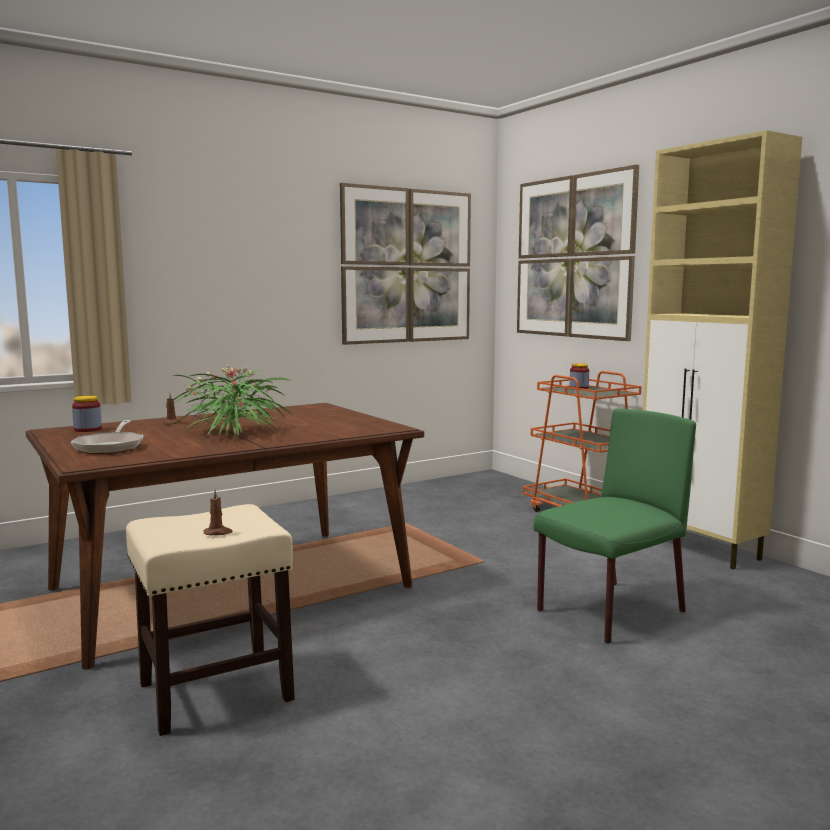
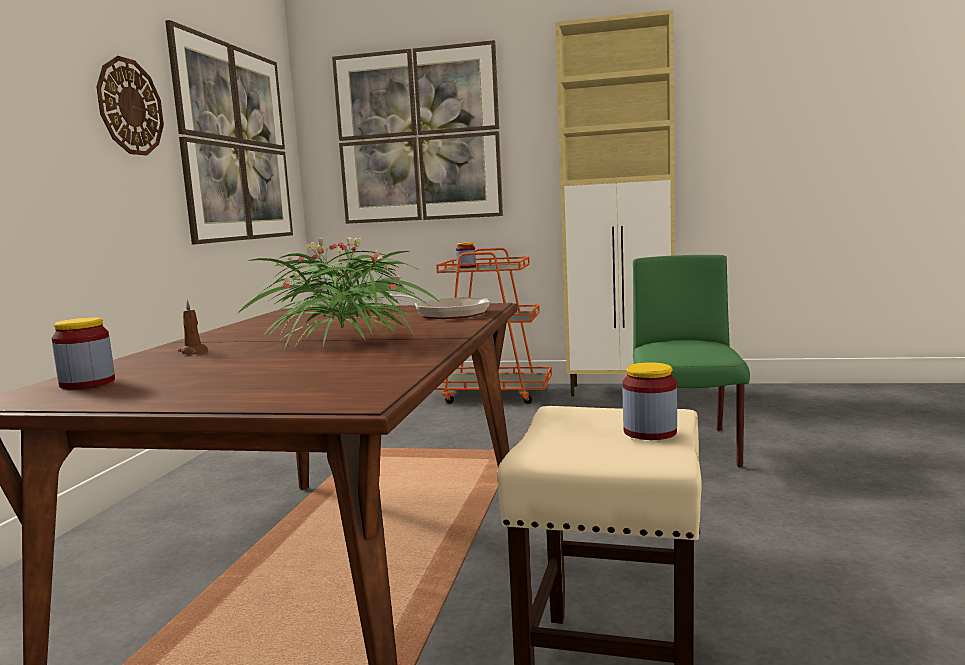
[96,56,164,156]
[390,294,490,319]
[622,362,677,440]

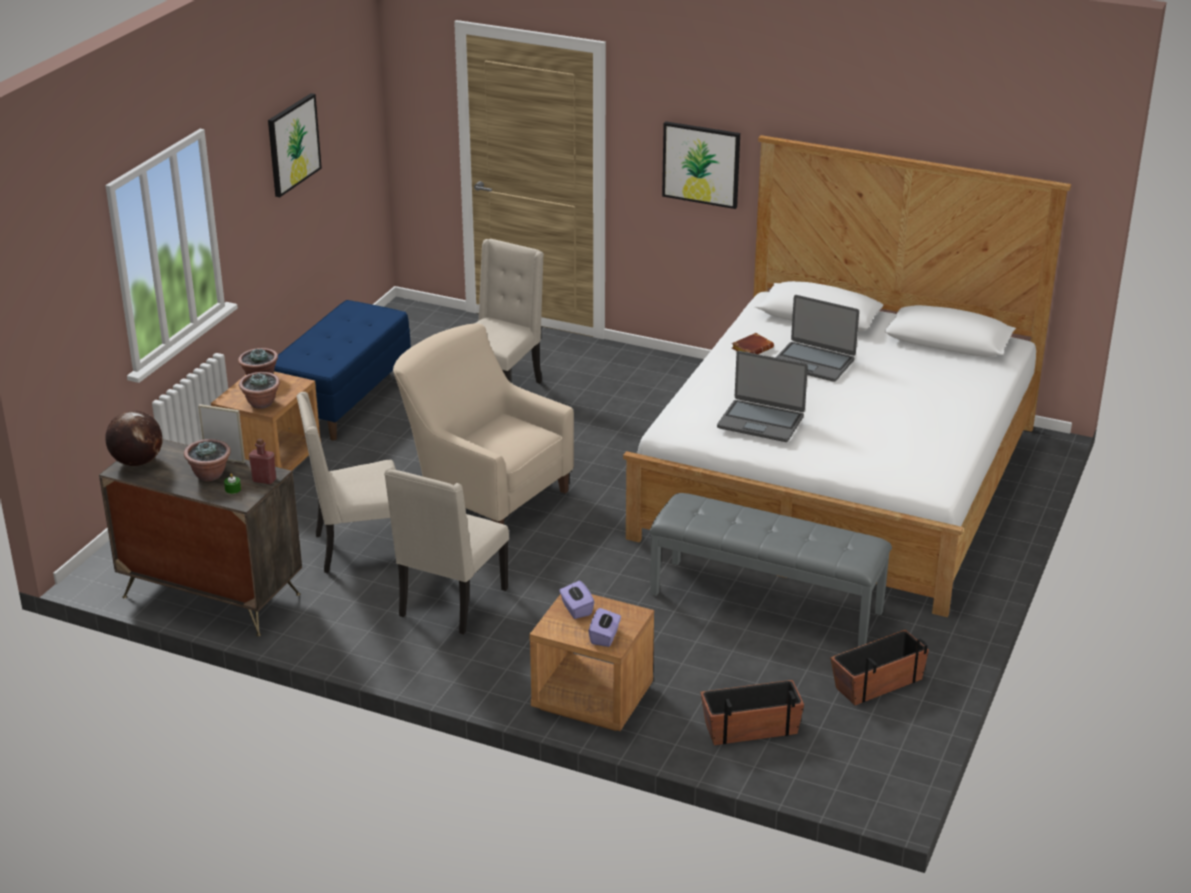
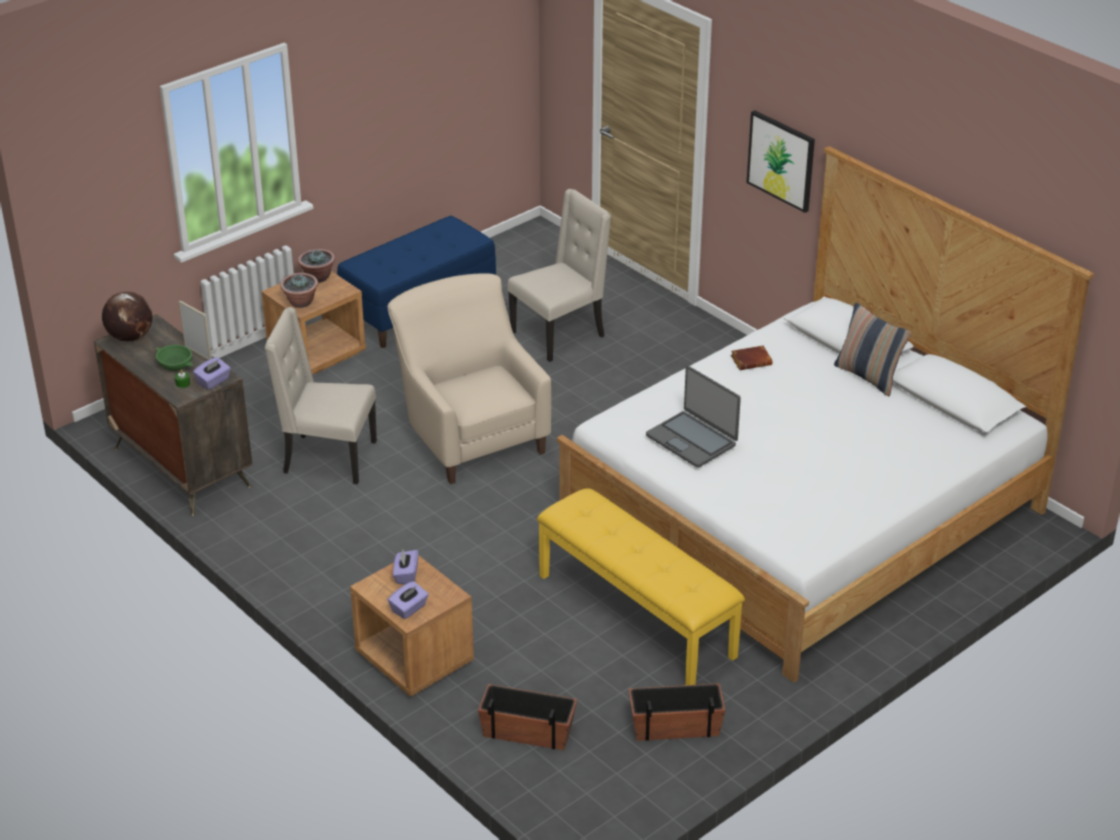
[268,93,322,197] (first image)
[384,466,509,634] (first image)
[775,295,859,382] (first image)
[834,303,911,396]
[155,345,193,371]
[193,357,231,390]
[537,488,745,685]

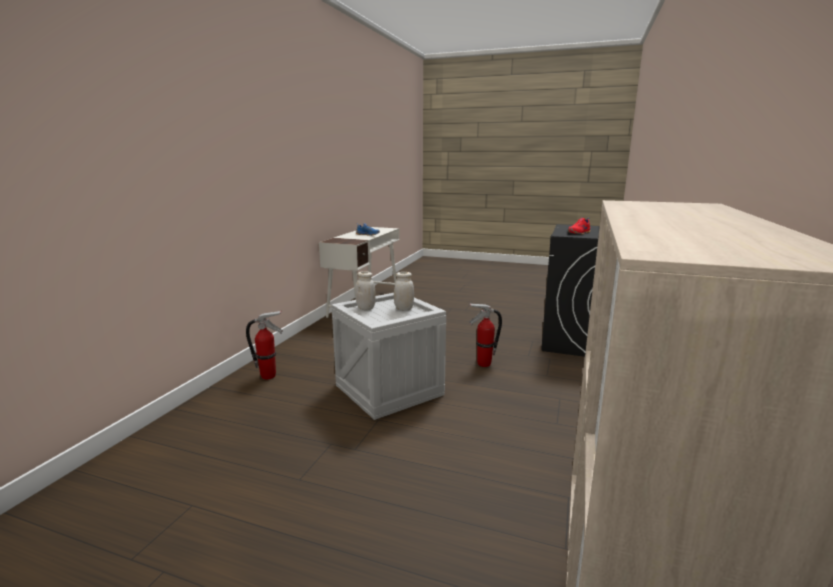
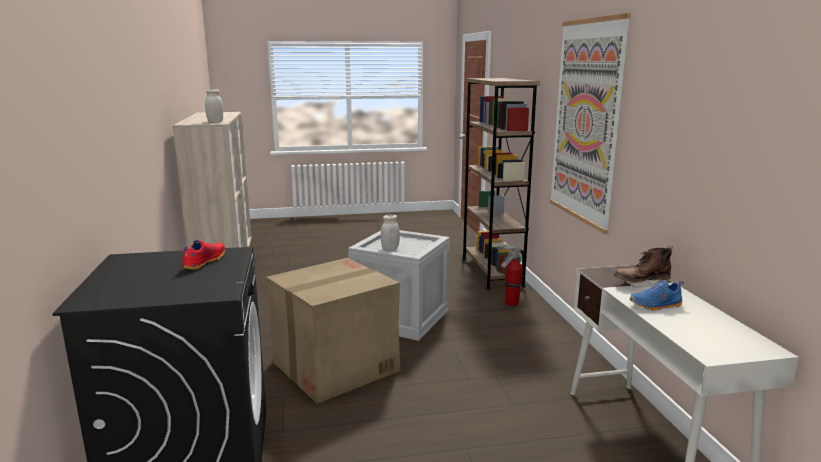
[462,78,540,290]
[550,13,631,234]
[614,246,673,287]
[205,89,223,122]
[266,258,400,404]

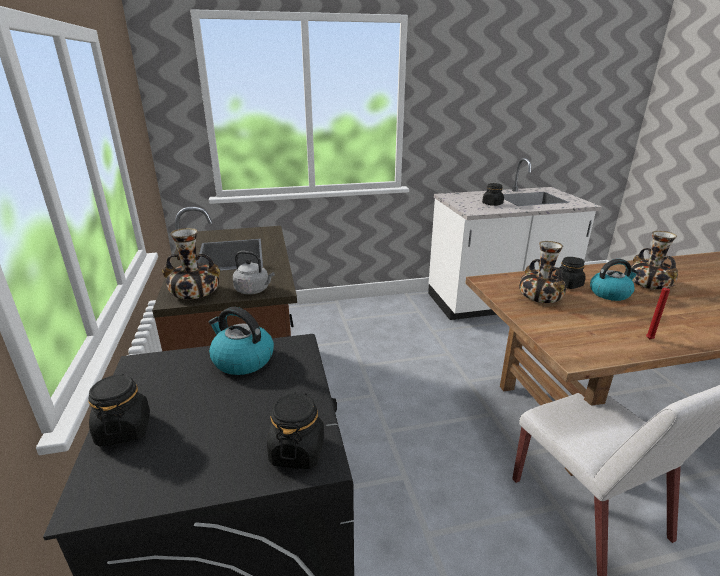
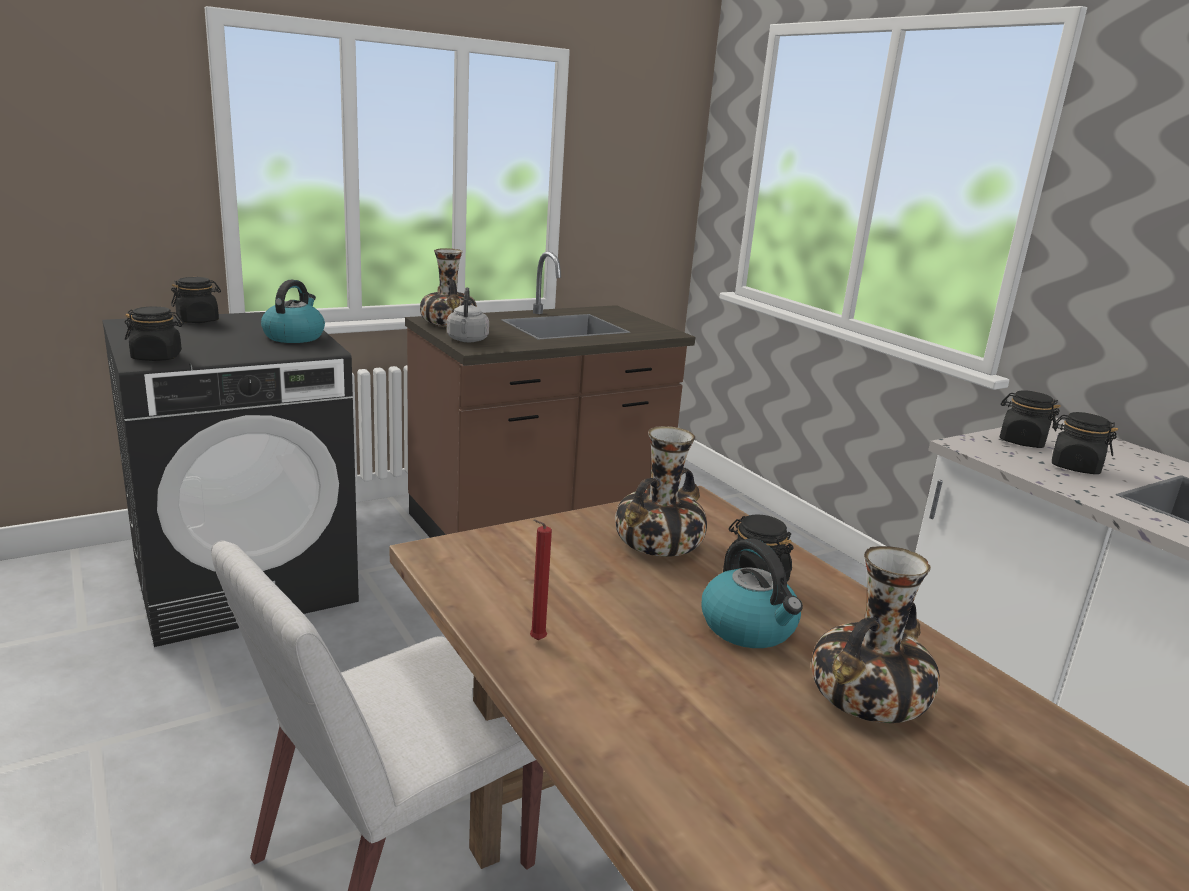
[1000,390,1061,448]

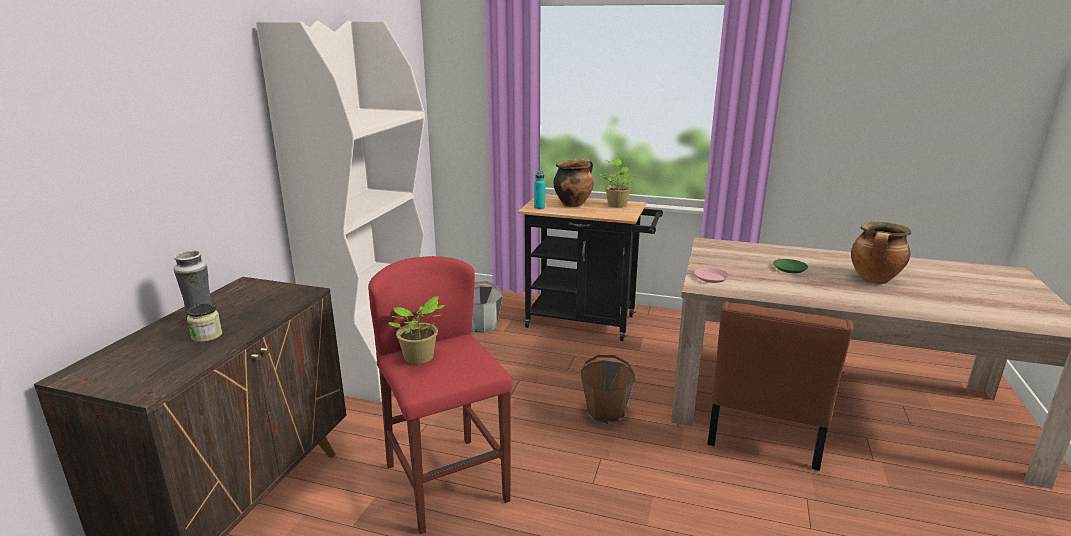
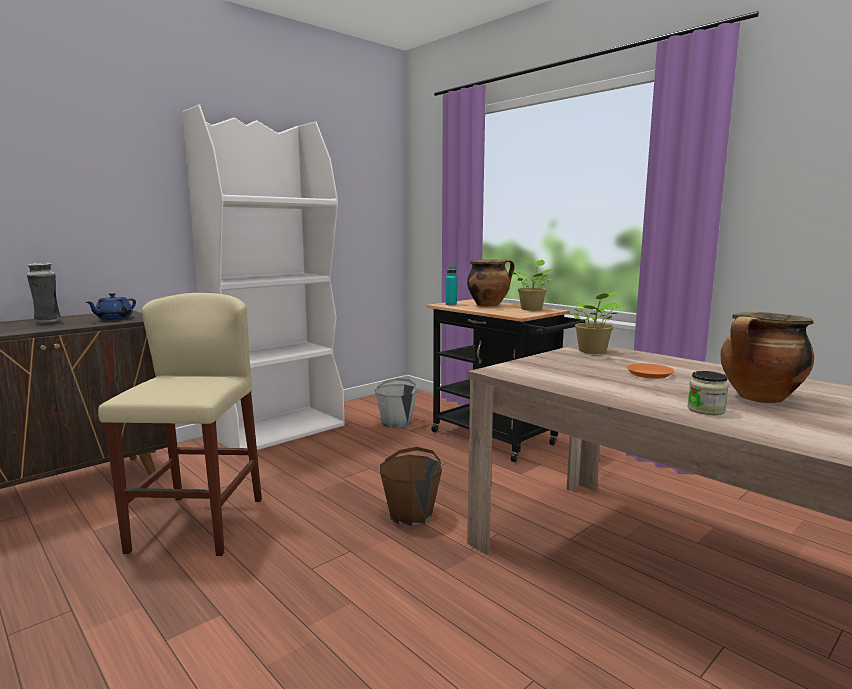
[694,268,729,283] (first image)
[707,301,854,471] (first image)
[86,293,136,320]
[687,371,729,415]
[571,291,622,354]
[98,293,262,556]
[626,363,674,379]

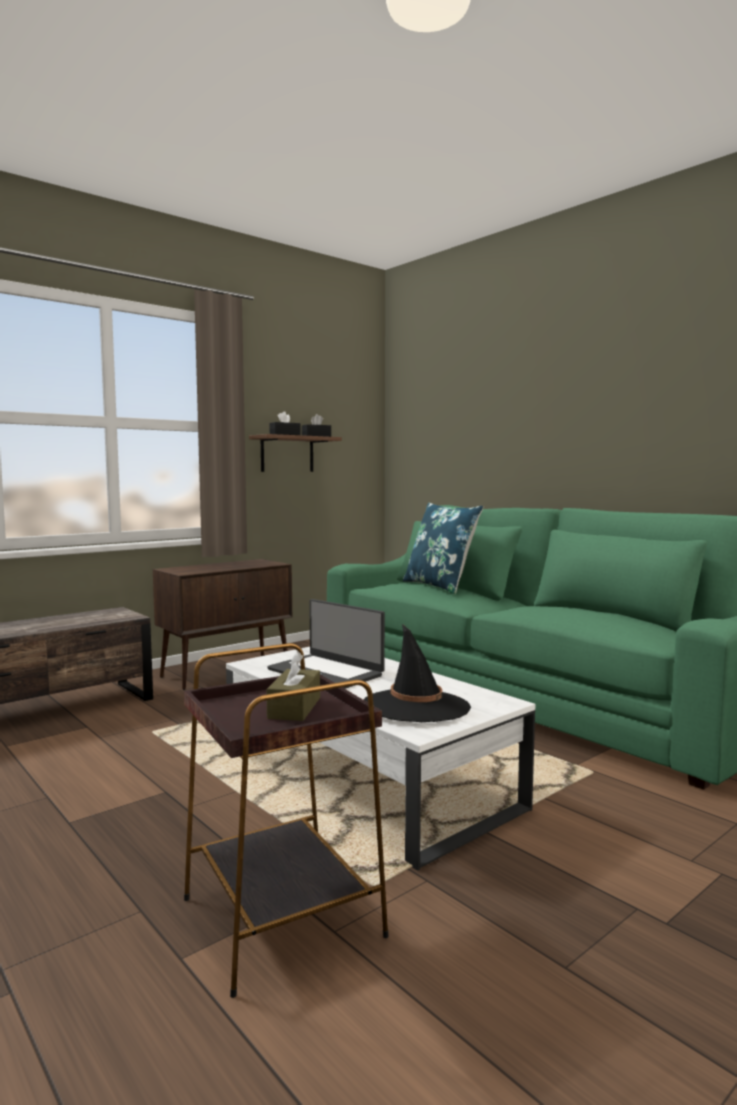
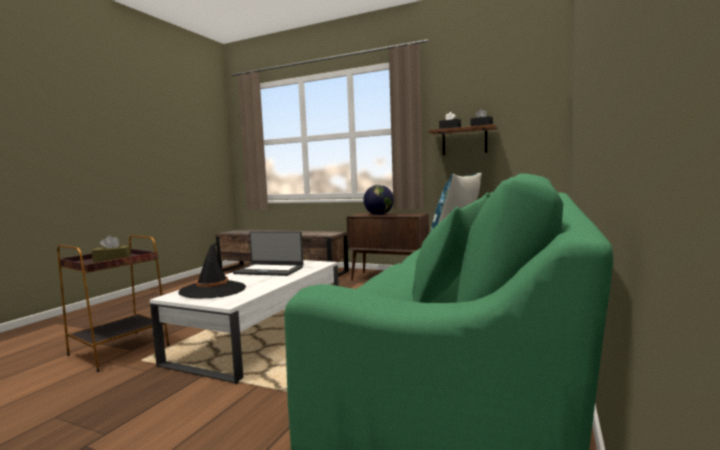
[363,185,394,215]
[233,231,304,276]

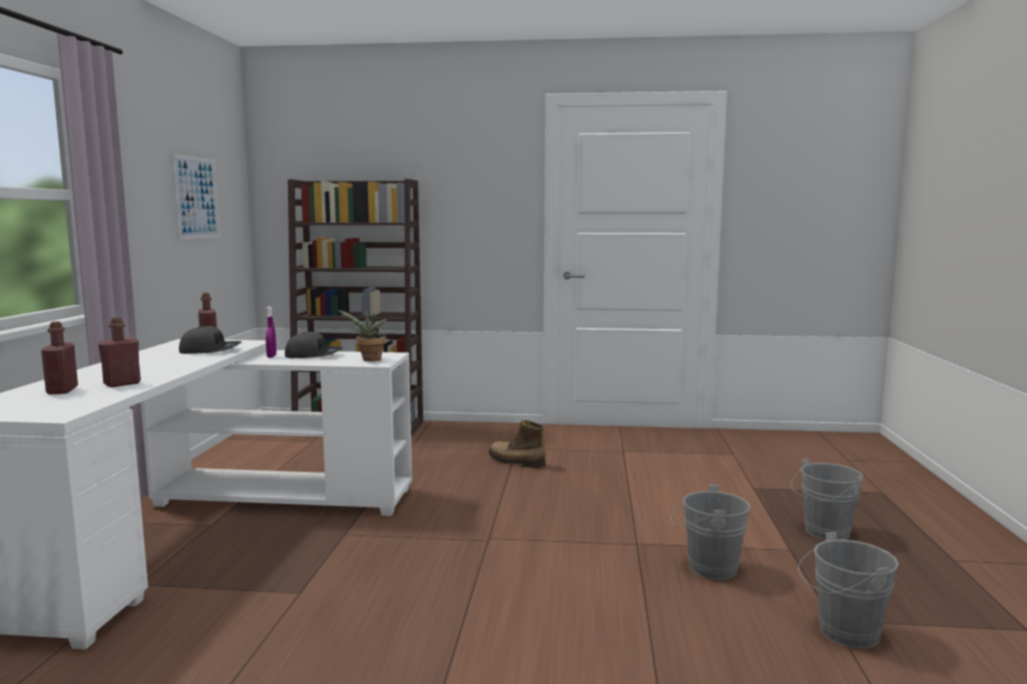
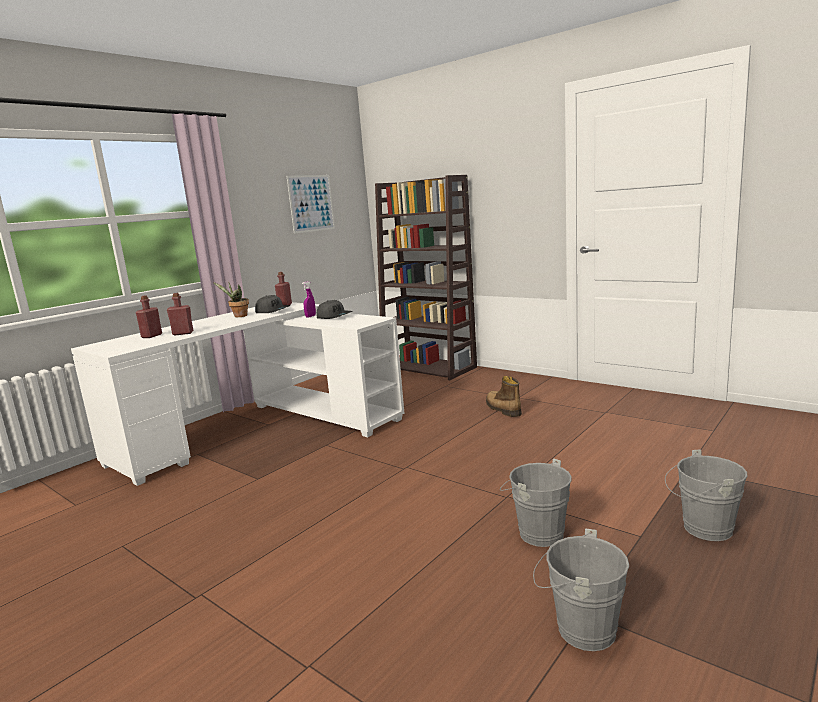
[213,281,249,317]

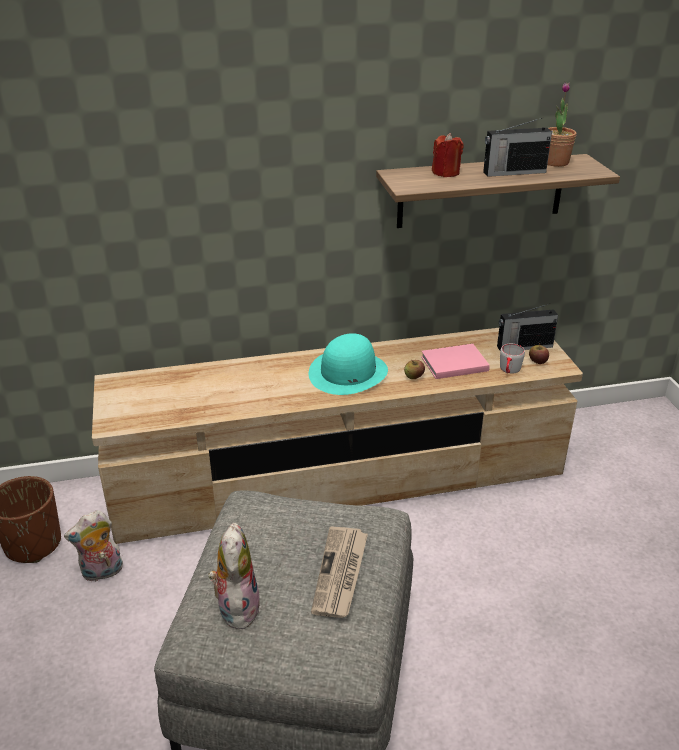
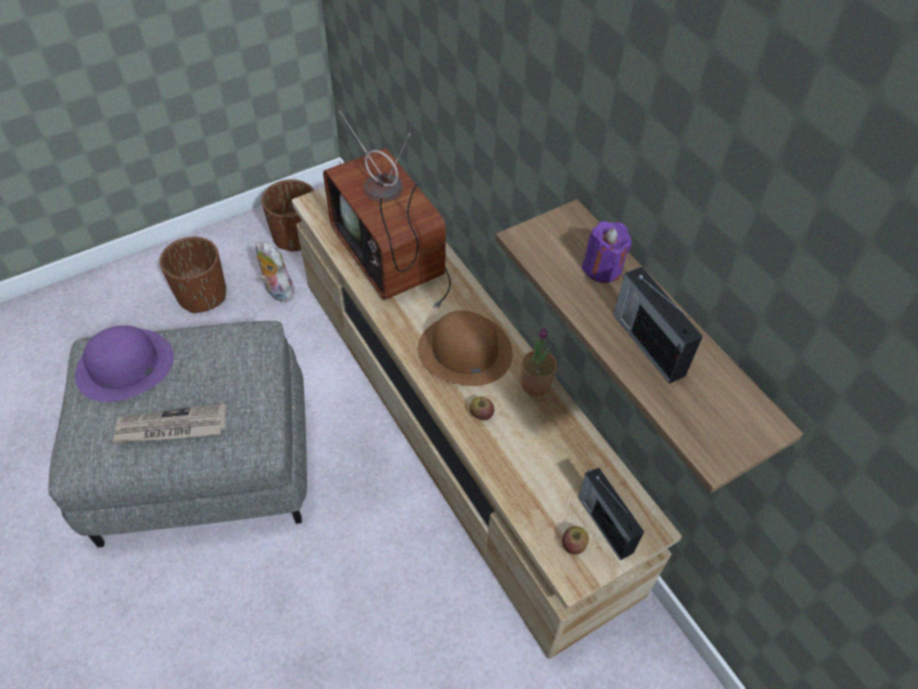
[421,344,490,379] (first image)
[500,344,525,373] (first image)
[160,237,226,313]
[323,111,451,309]
[521,327,557,396]
[75,325,174,402]
[418,310,513,386]
[582,221,632,283]

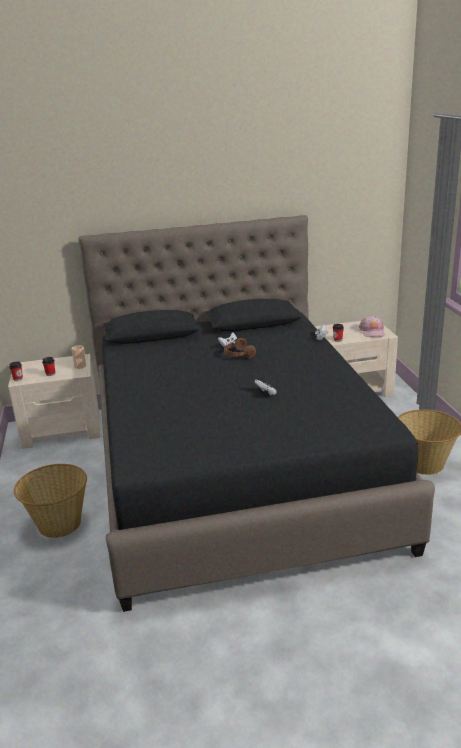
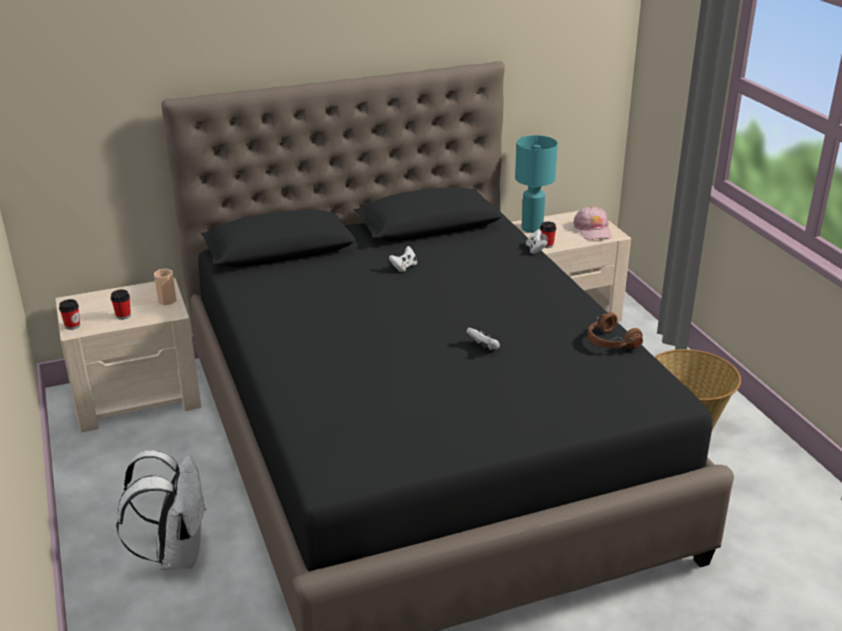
[515,135,558,233]
[588,312,643,349]
[116,450,206,570]

